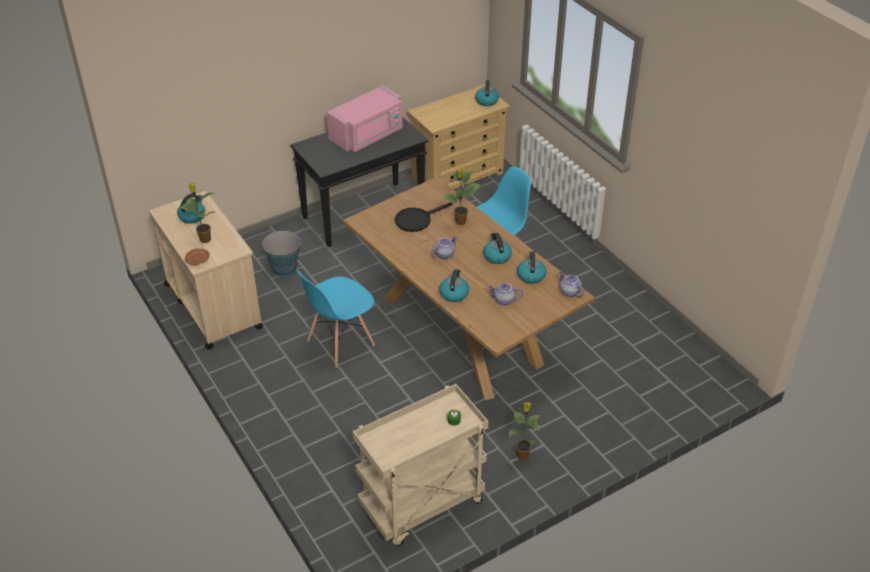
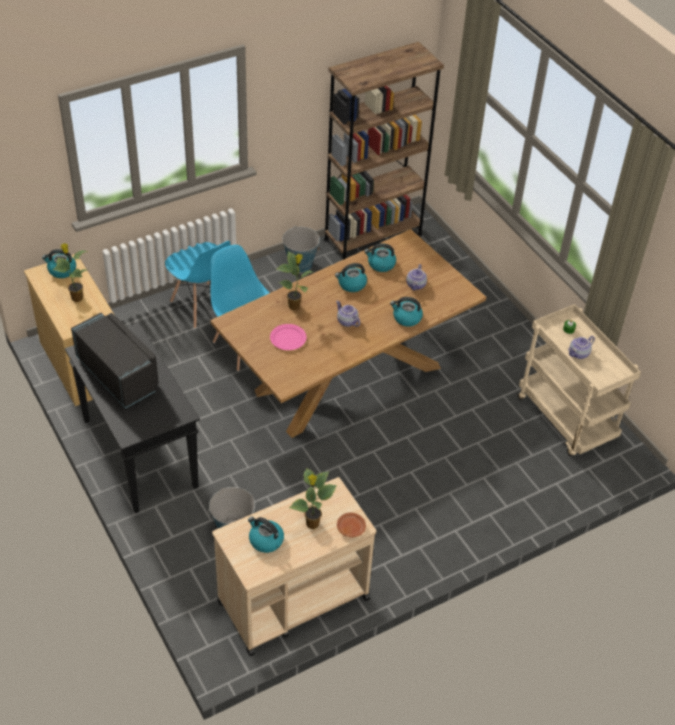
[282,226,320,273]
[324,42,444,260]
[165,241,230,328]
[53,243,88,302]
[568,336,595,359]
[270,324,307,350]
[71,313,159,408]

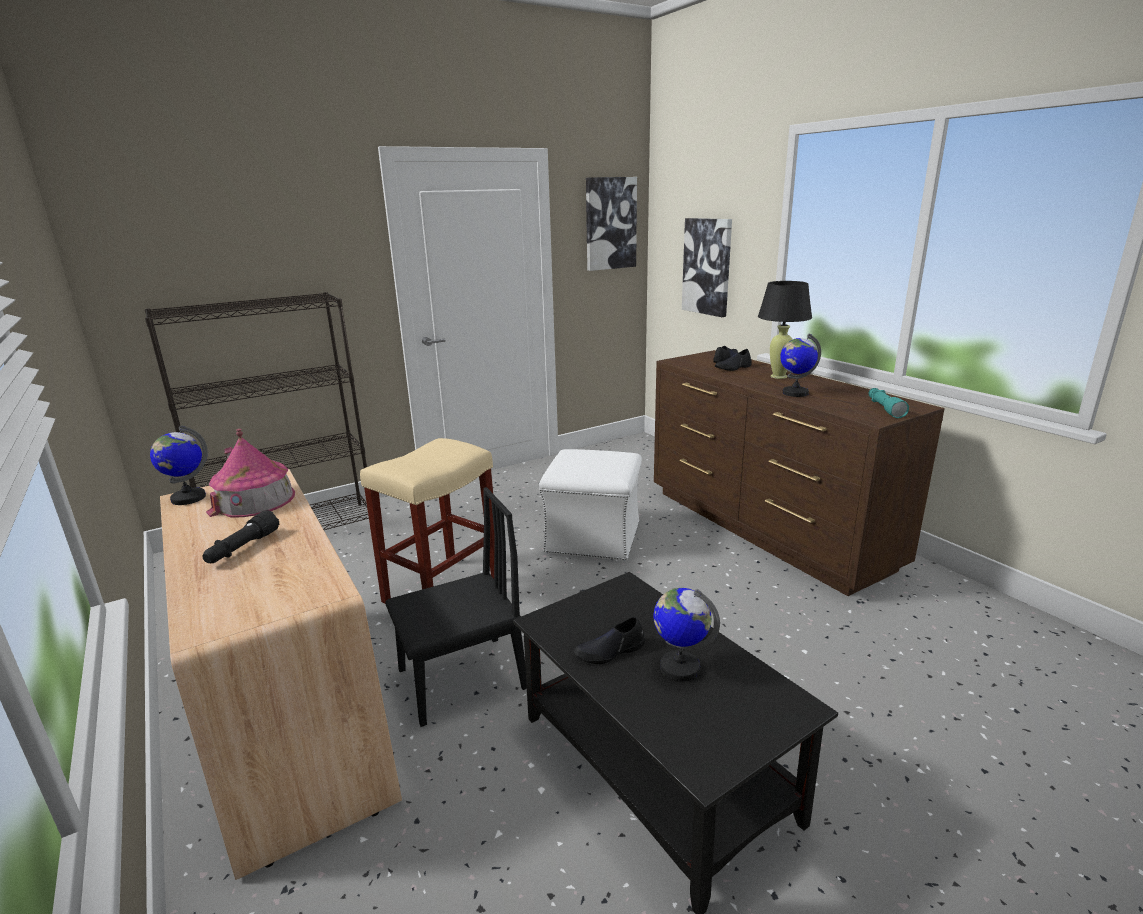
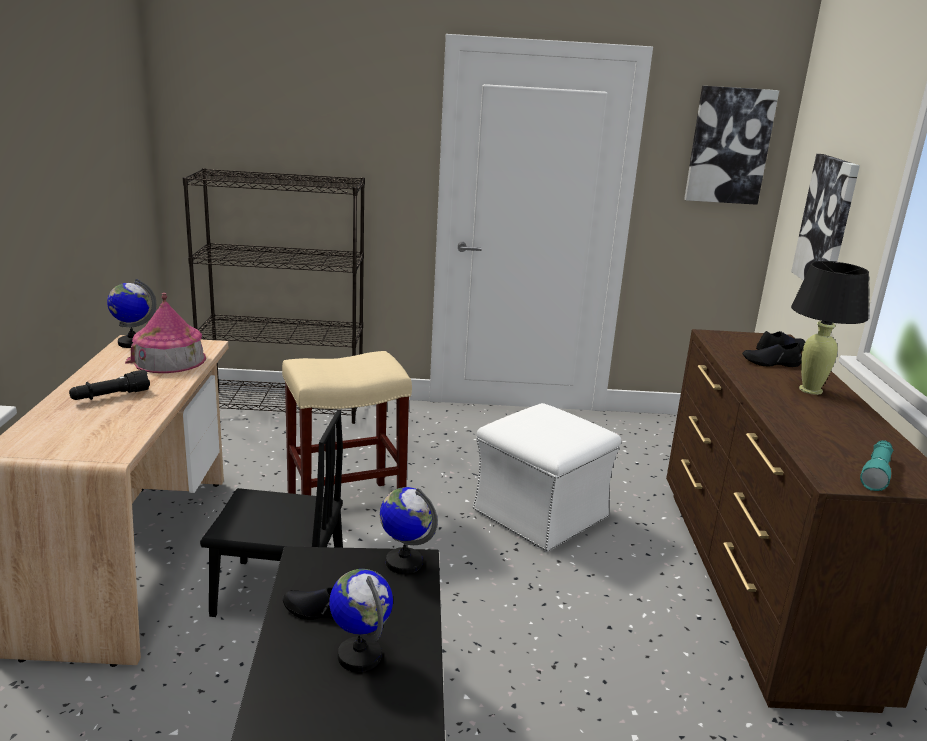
[380,487,438,574]

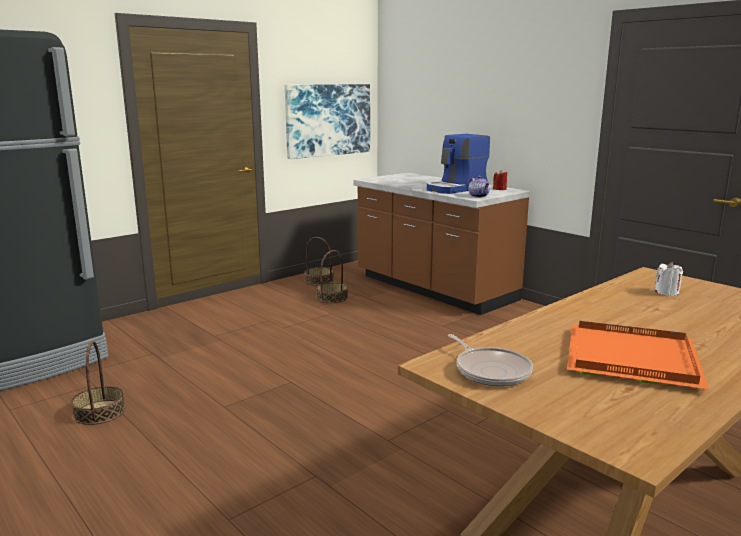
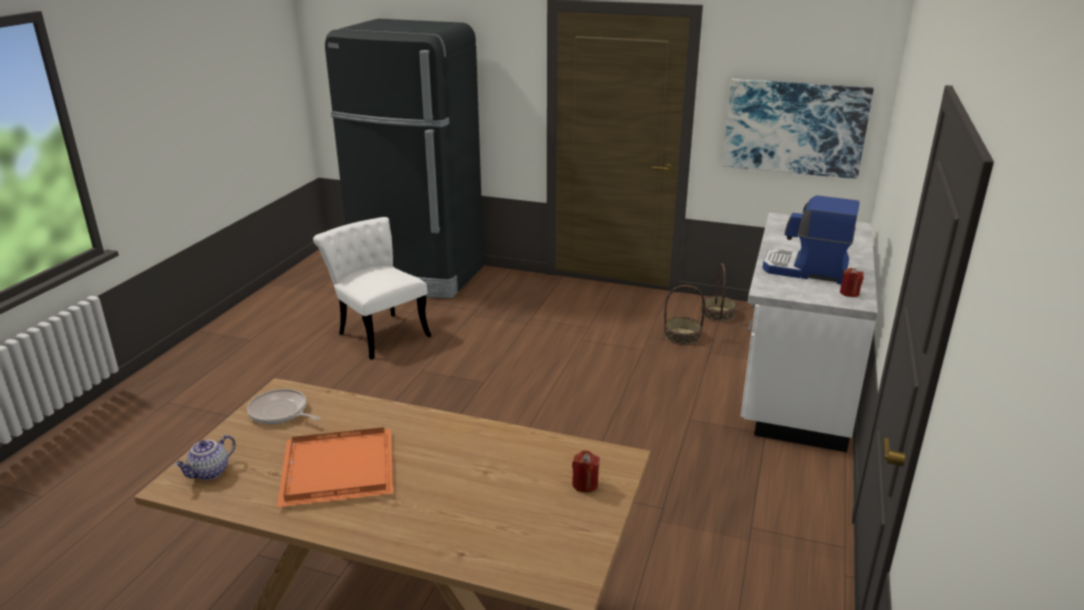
[654,262,683,296] (first image)
[572,450,600,493]
[174,435,236,480]
[313,217,431,360]
[741,213,878,452]
[247,389,320,424]

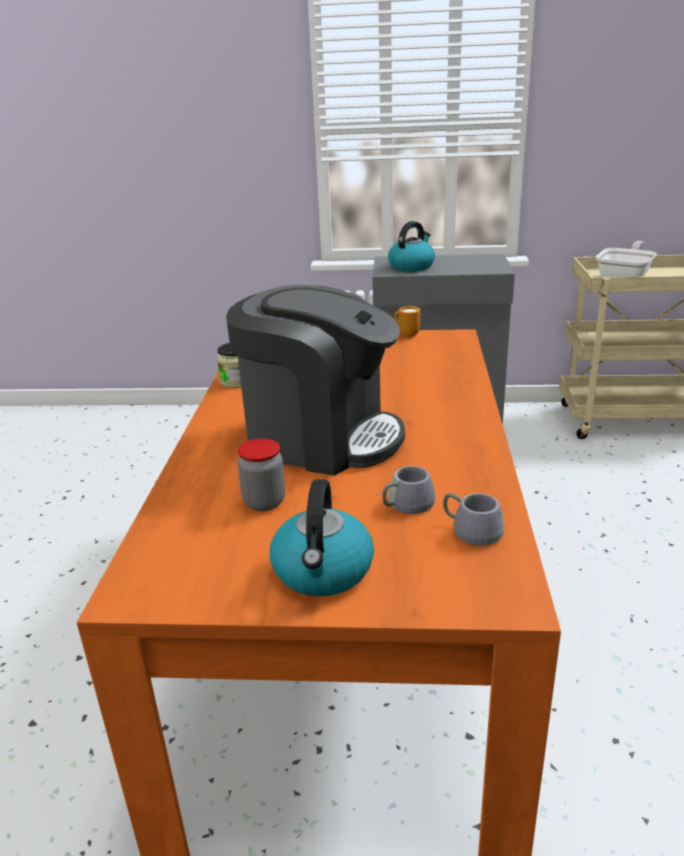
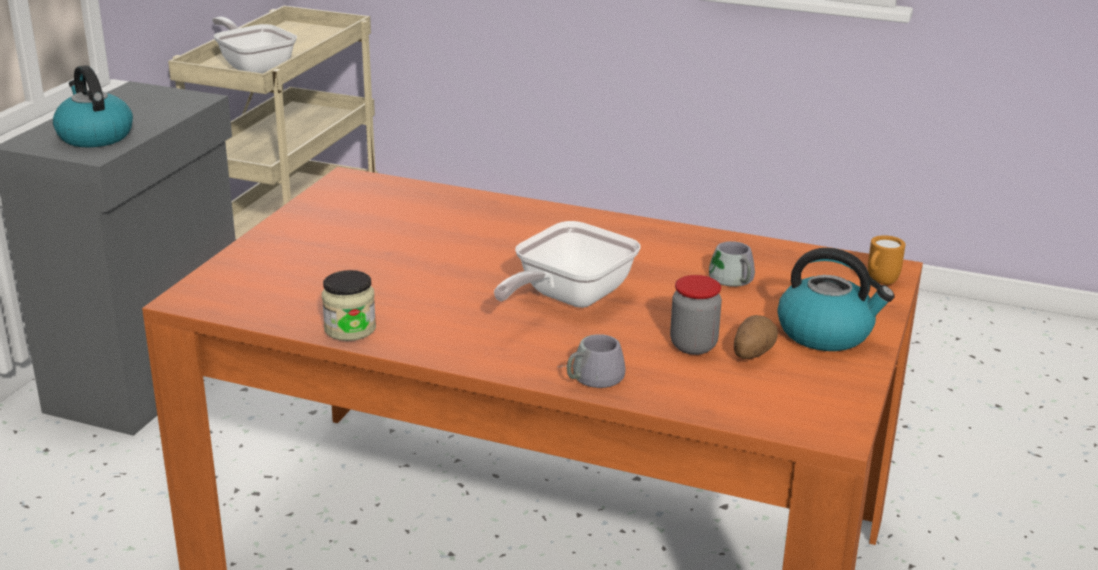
[734,315,778,359]
[868,235,906,285]
[559,334,626,388]
[494,221,641,308]

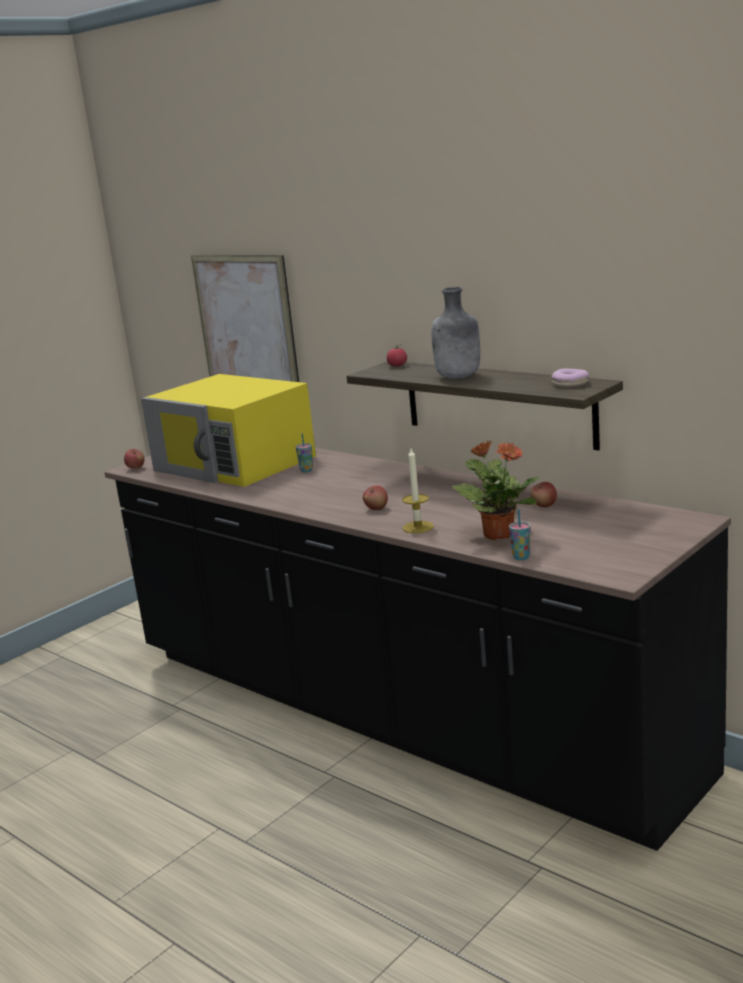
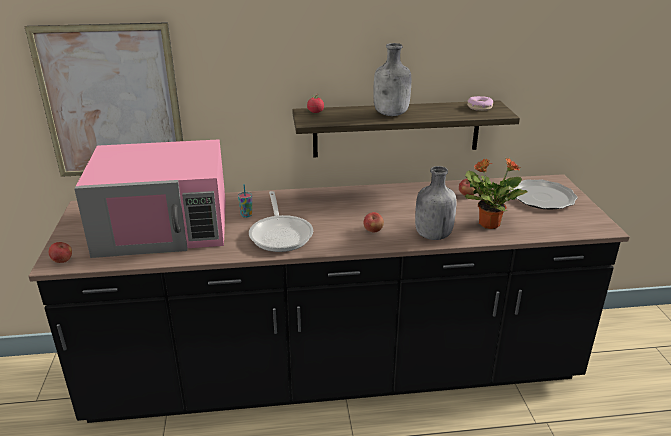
[509,509,530,560] (first image)
[249,191,313,252]
[510,179,578,210]
[415,166,456,240]
[74,139,226,258]

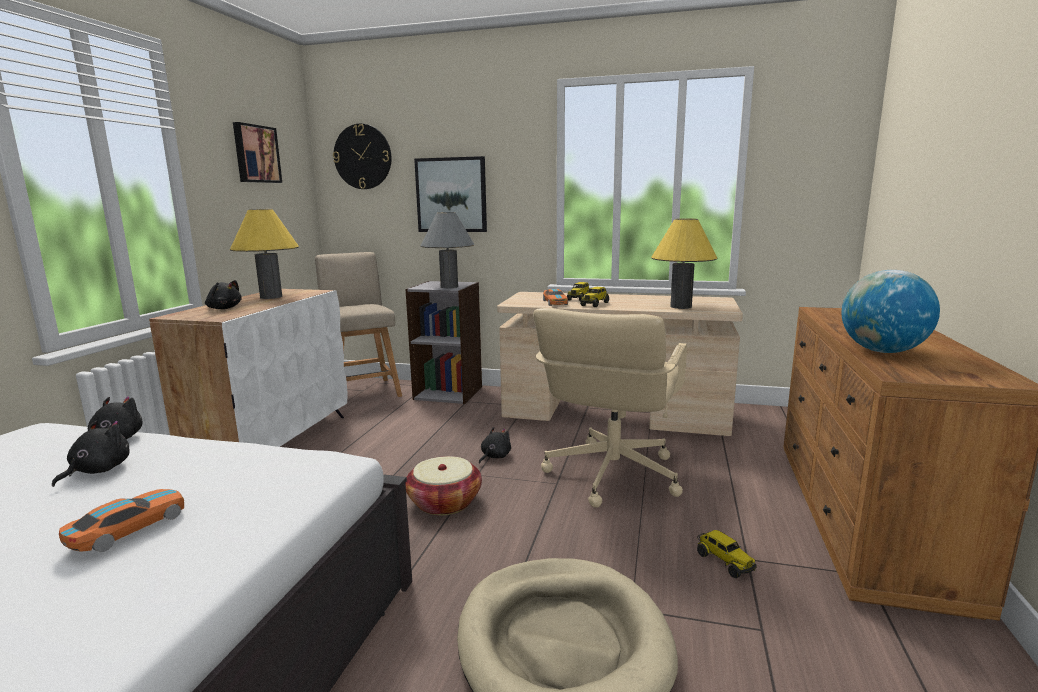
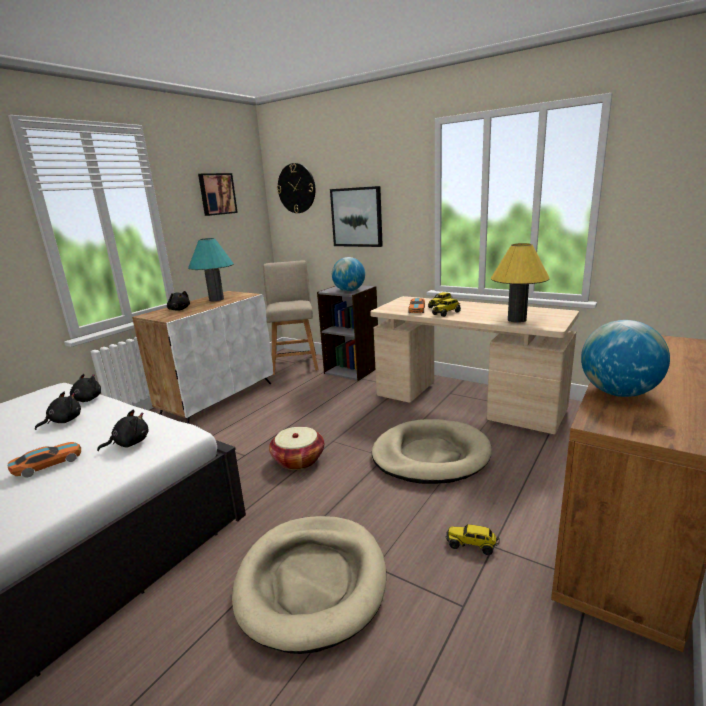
[97,409,149,451]
[332,257,365,291]
[372,419,492,484]
[188,238,234,301]
[446,524,500,555]

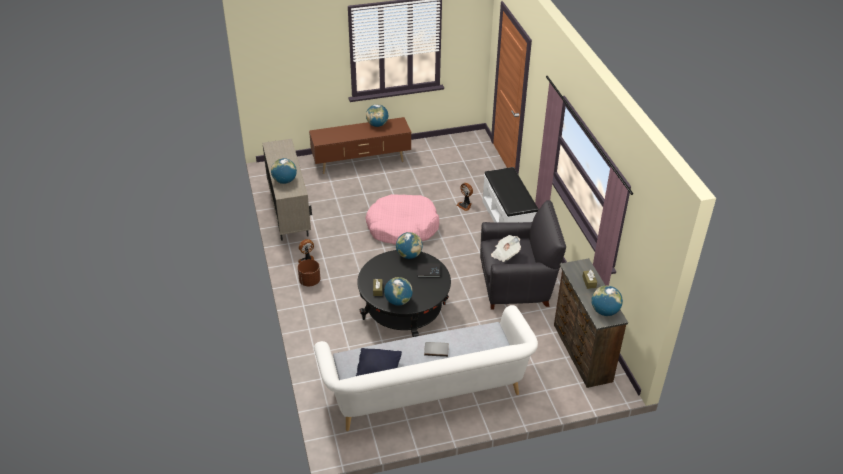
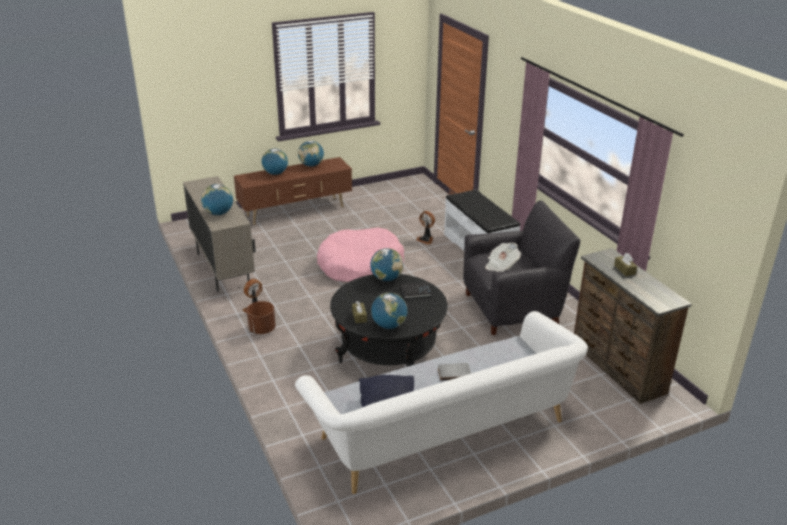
[262,148,288,175]

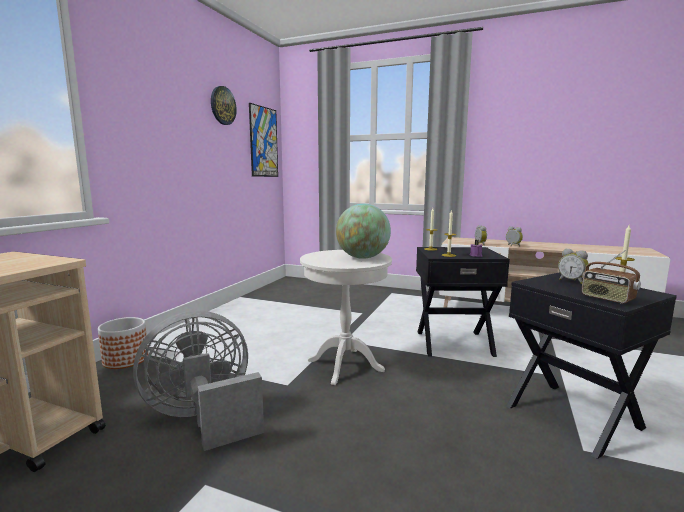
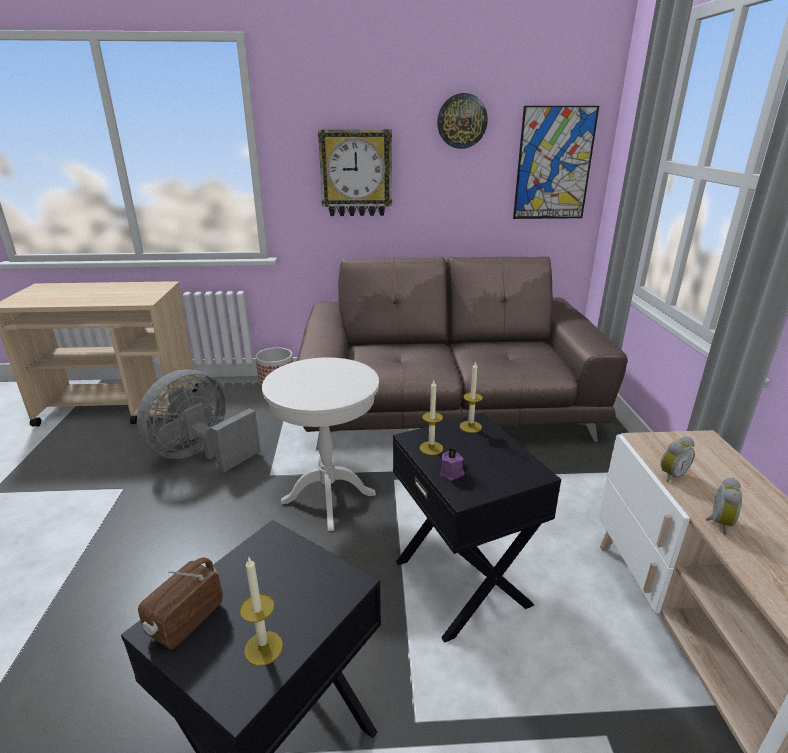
[336,204,391,259] (first image)
[558,249,589,284] (first image)
[297,256,627,450]
[318,129,392,216]
[137,369,261,472]

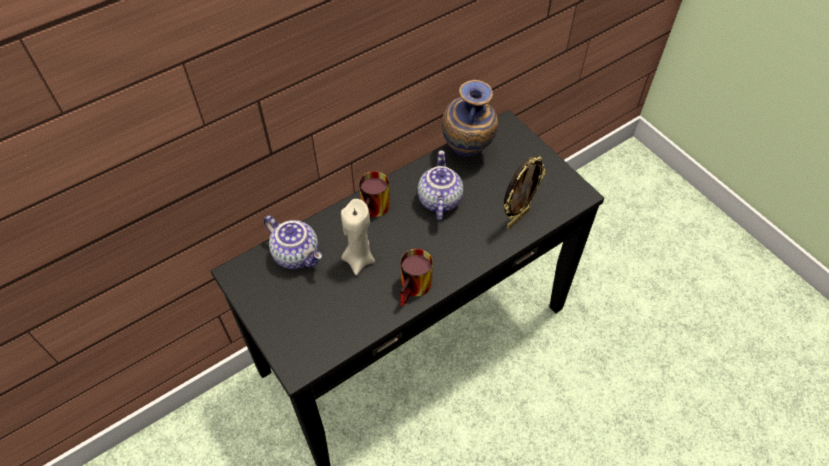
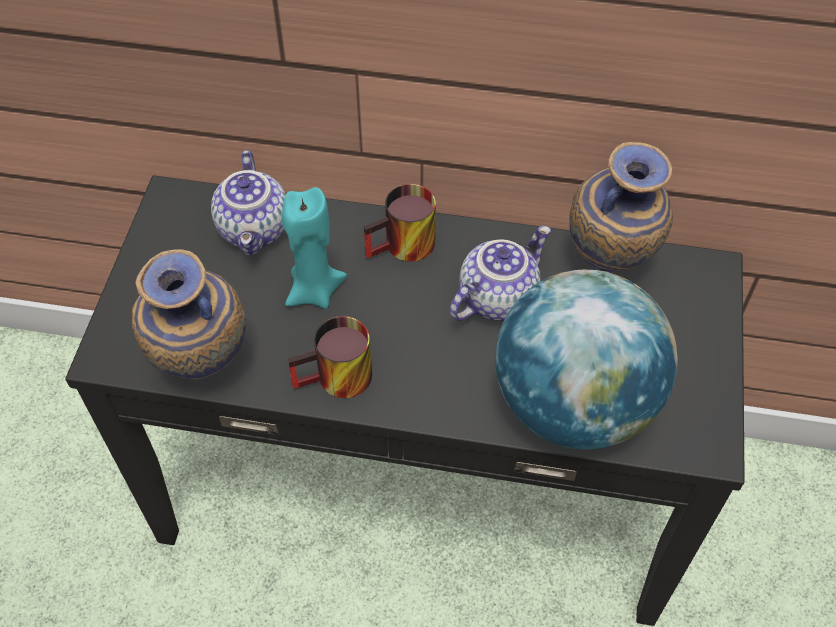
[131,249,246,380]
[495,270,678,450]
[282,187,347,309]

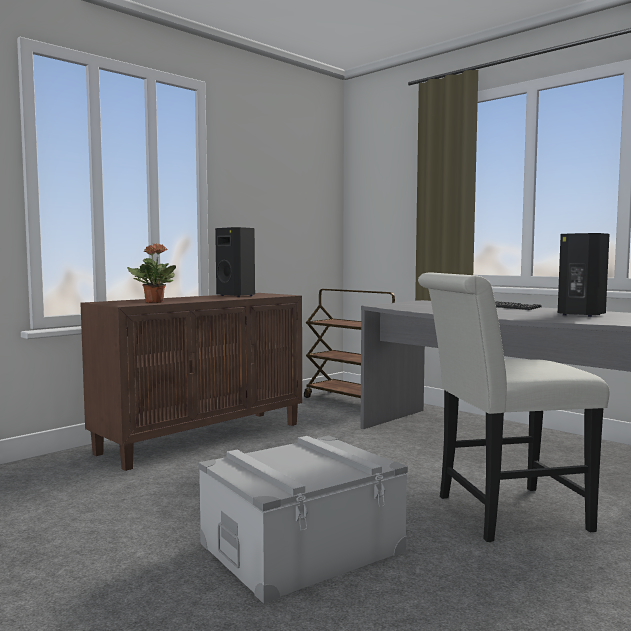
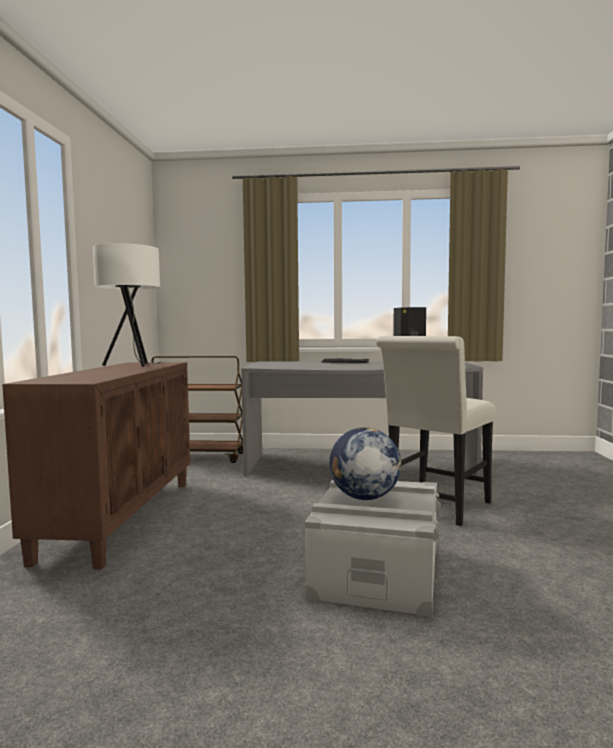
[127,244,176,303] (first image)
[329,427,401,500]
[93,243,165,367]

